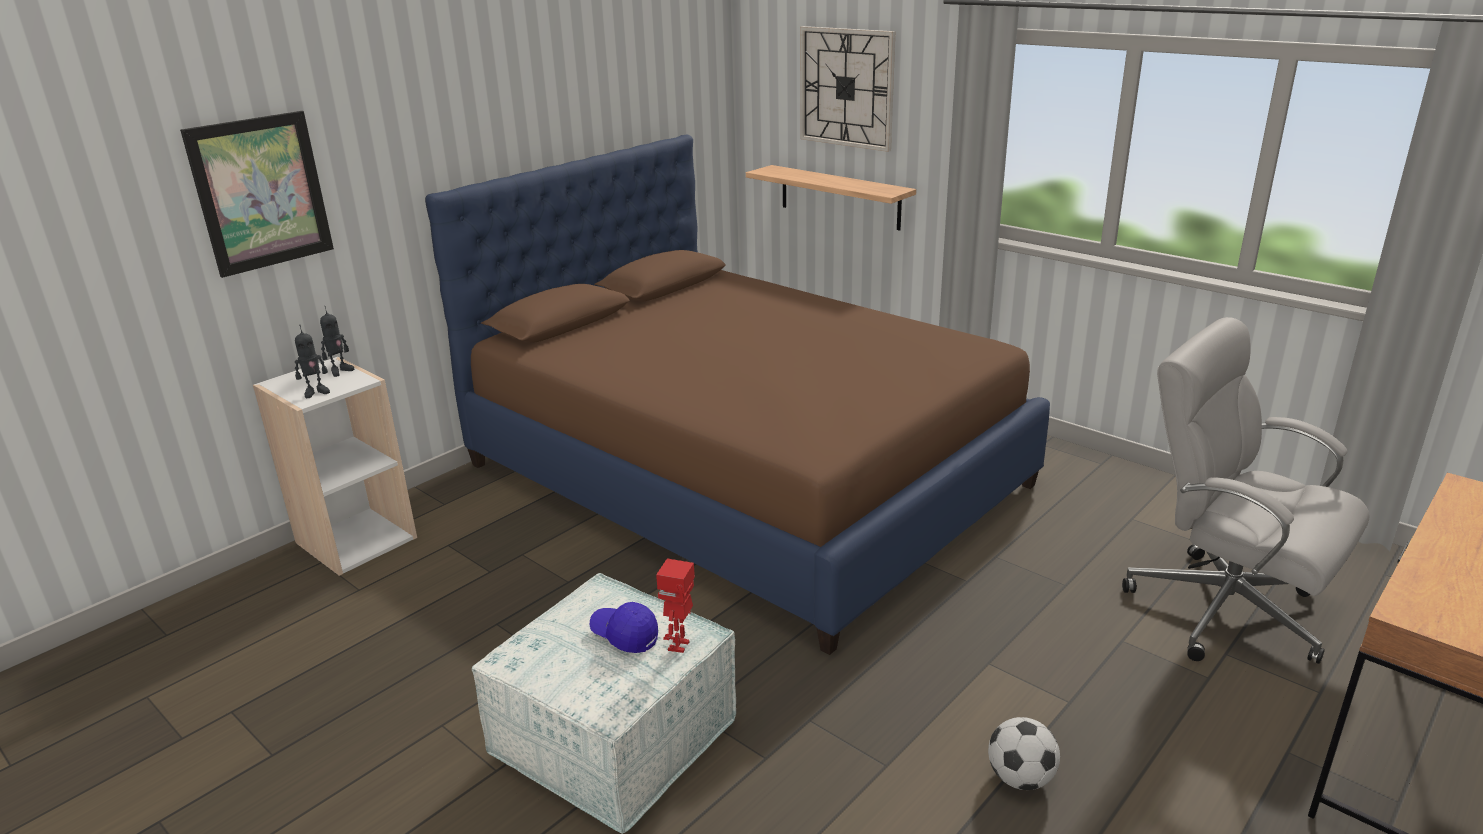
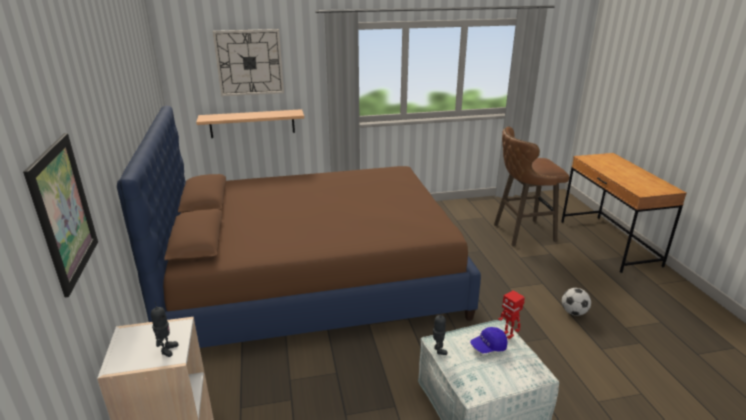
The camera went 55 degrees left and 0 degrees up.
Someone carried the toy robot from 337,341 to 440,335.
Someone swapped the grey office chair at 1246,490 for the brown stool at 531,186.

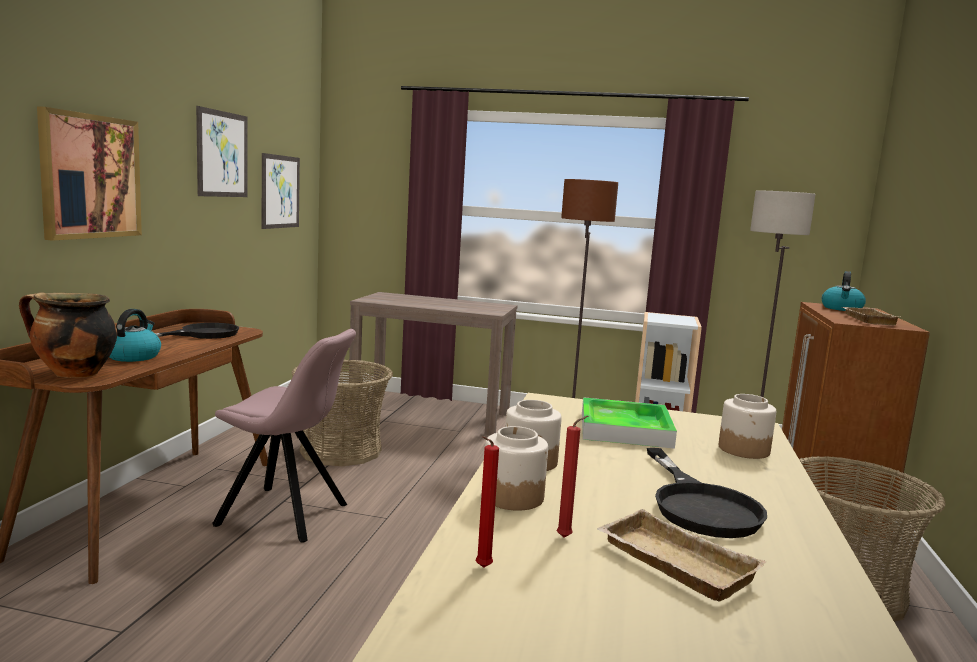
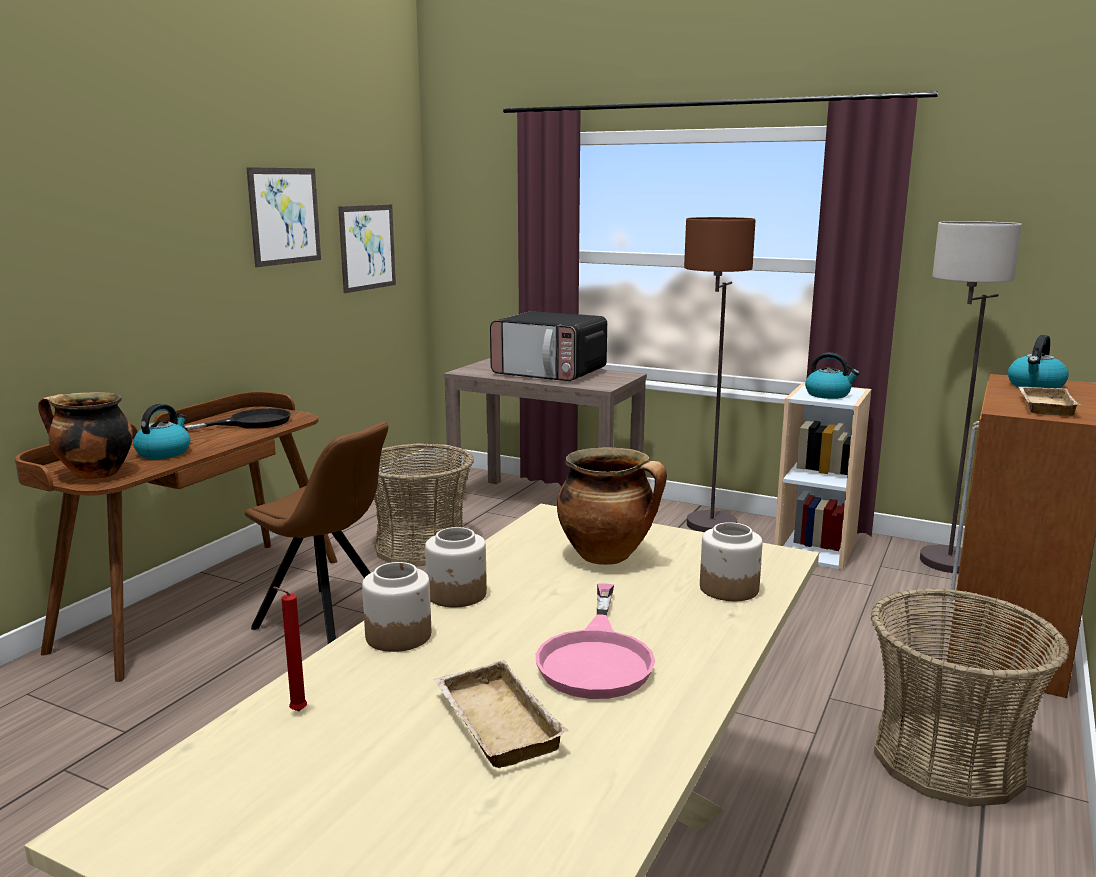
The camera went 15 degrees right and 5 degrees up.
Someone took away the picture at 89,173.
Someone repainted the pink chair at 284,436, which became the brown chair at 316,532.
Someone swapped the tray at 629,423 for the cooking pot at 612,506.
Someone took away the red candle at 572,477.
Someone repainted the black frying pan at 707,493, which became the pink frying pan at 595,641.
Someone put down the microwave at 548,346.
Someone put down the kettle at 832,376.

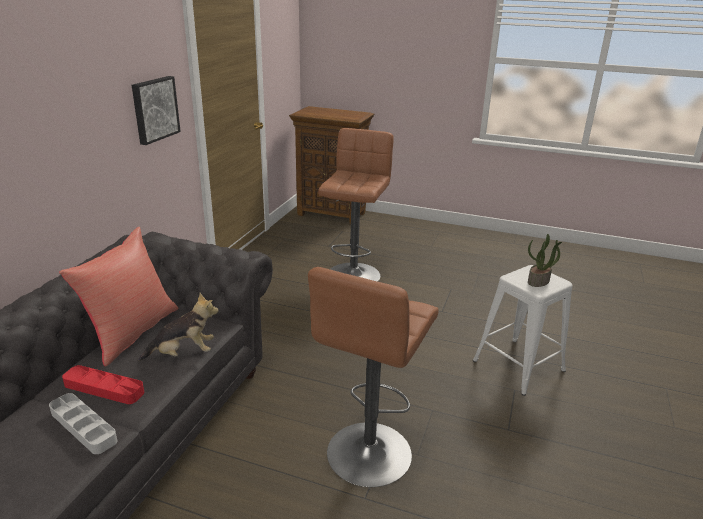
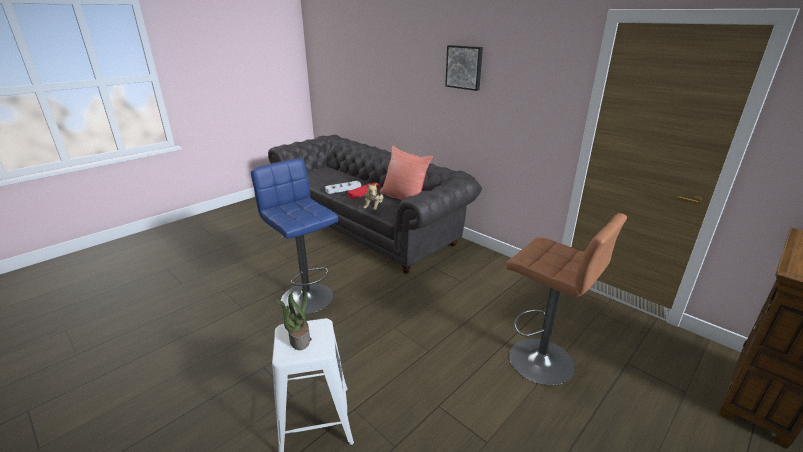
The camera went 115 degrees right and 0 degrees up.
Someone carried the picture from 156,110 to 464,68.
Someone repainted the brown stool at 373,377, which became the blue stool at 294,236.

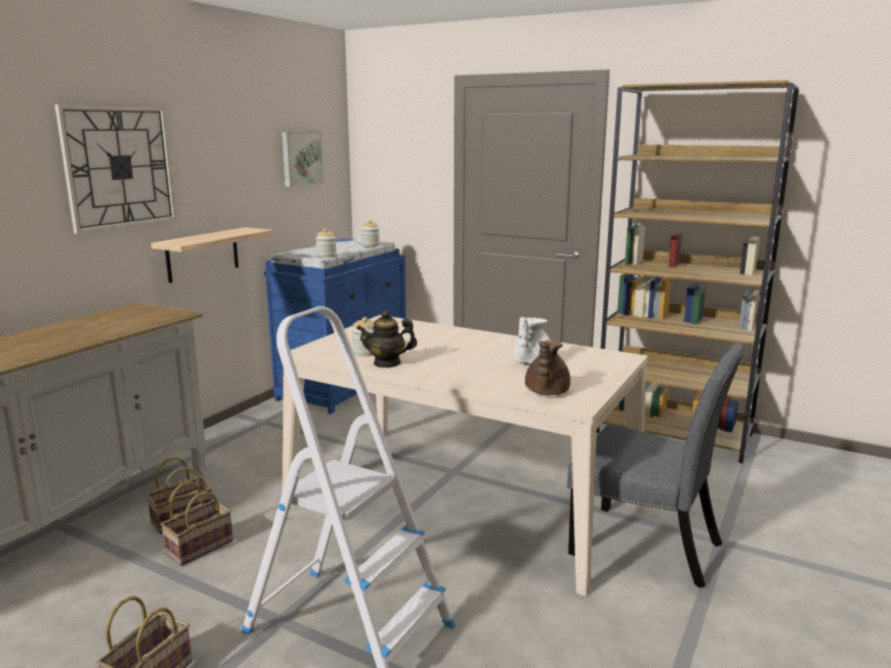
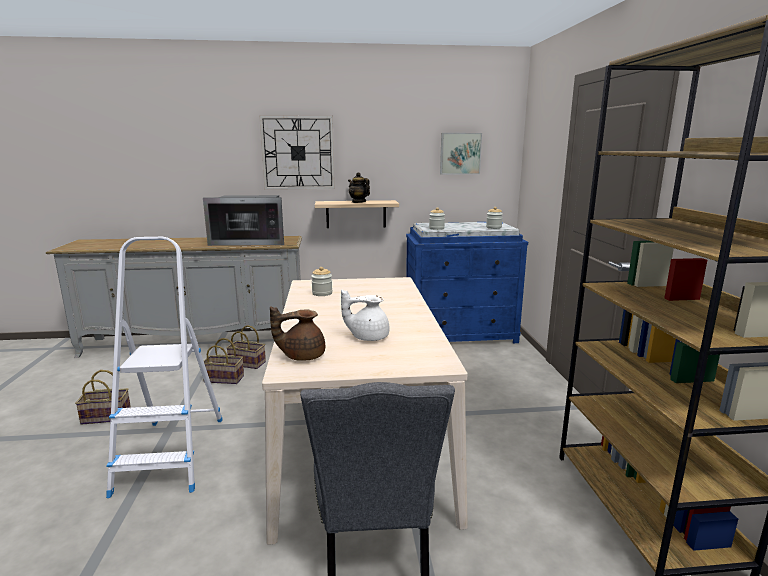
The camera went 55 degrees right and 0 degrees up.
Someone carried the teapot from 386,339 to 359,187.
Someone put down the microwave at 243,220.

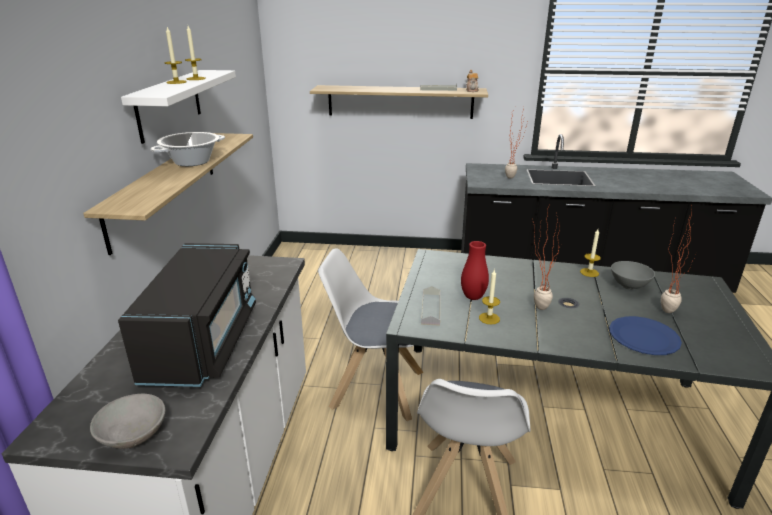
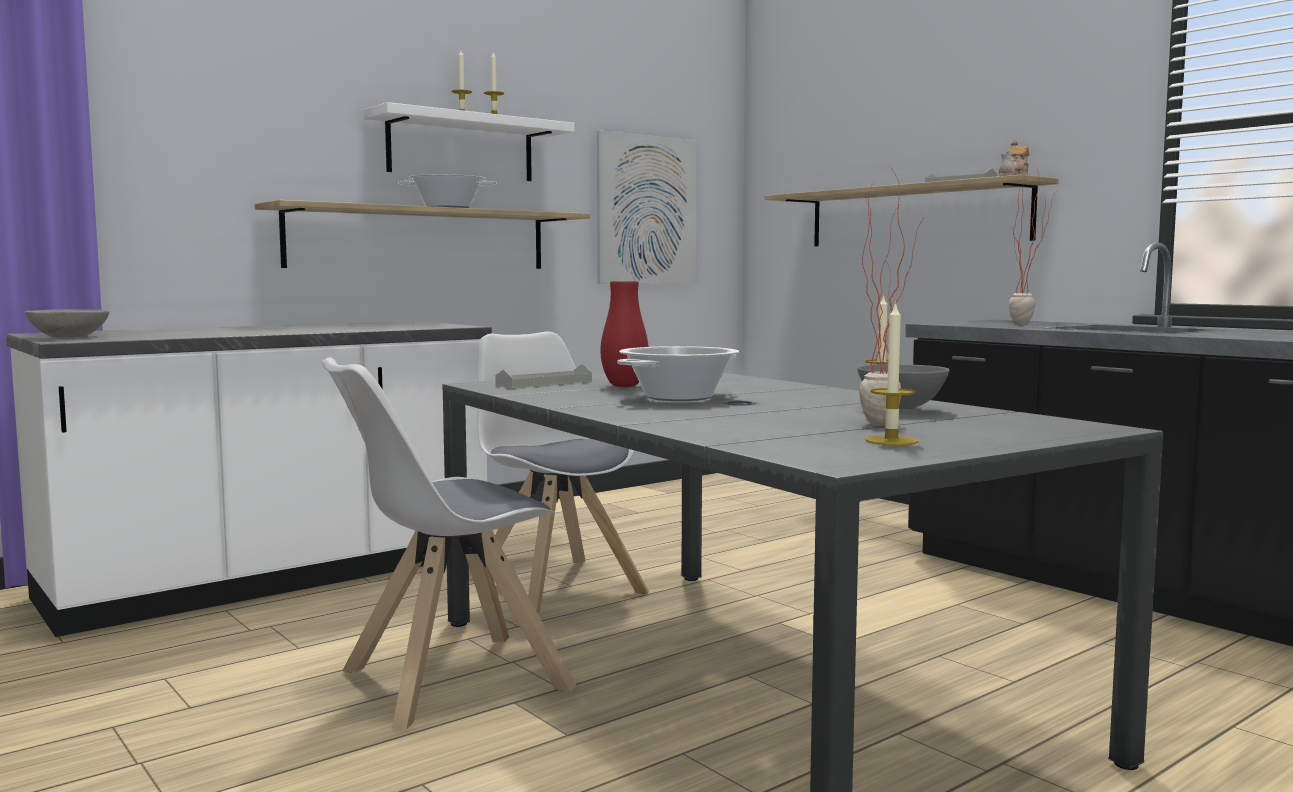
The camera went 45 degrees right and 20 degrees down.
Someone swapped the potted plant at 547,261 for the cooking pot at 678,373.
Someone took away the black microwave at 187,315.
Someone carried the candle from 489,297 to 891,373.
Someone took away the blue plate at 645,335.
Someone put up the picture at 647,207.

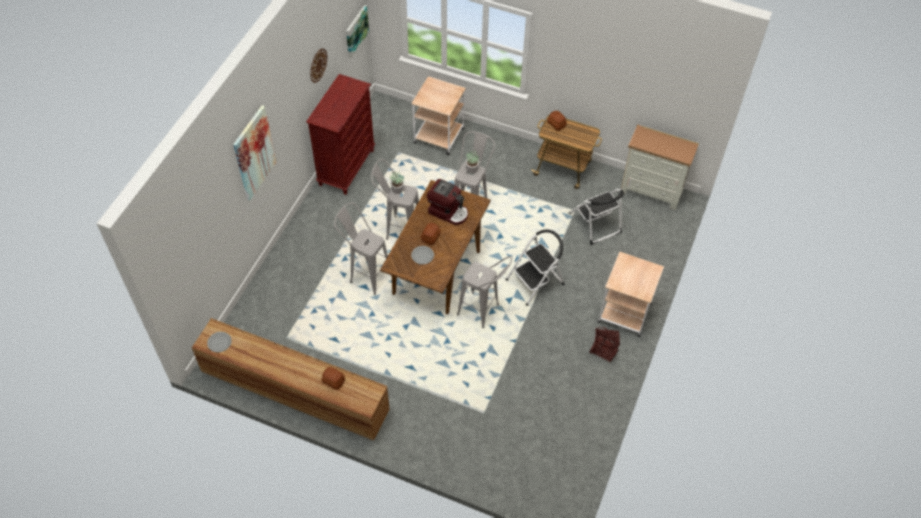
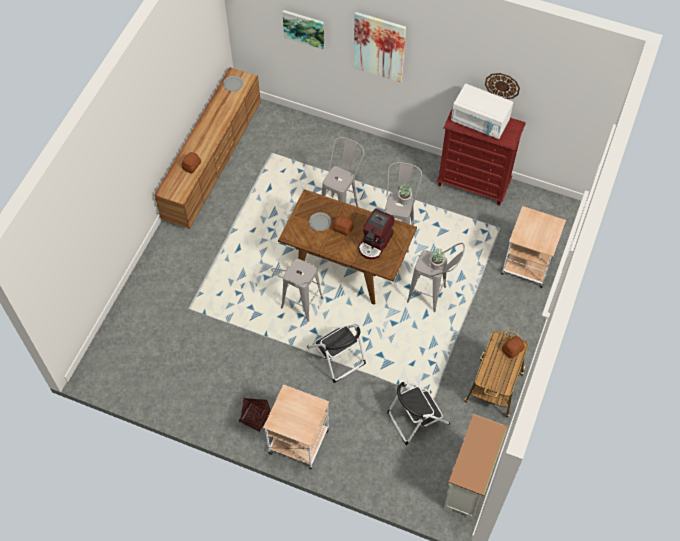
The camera went 90 degrees right and 5 degrees up.
Someone carried the picture from 357,31 to 303,30.
Someone put down the white microwave at 482,111.

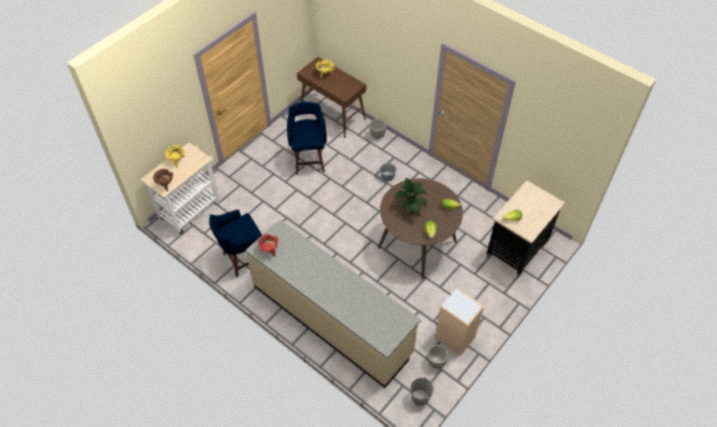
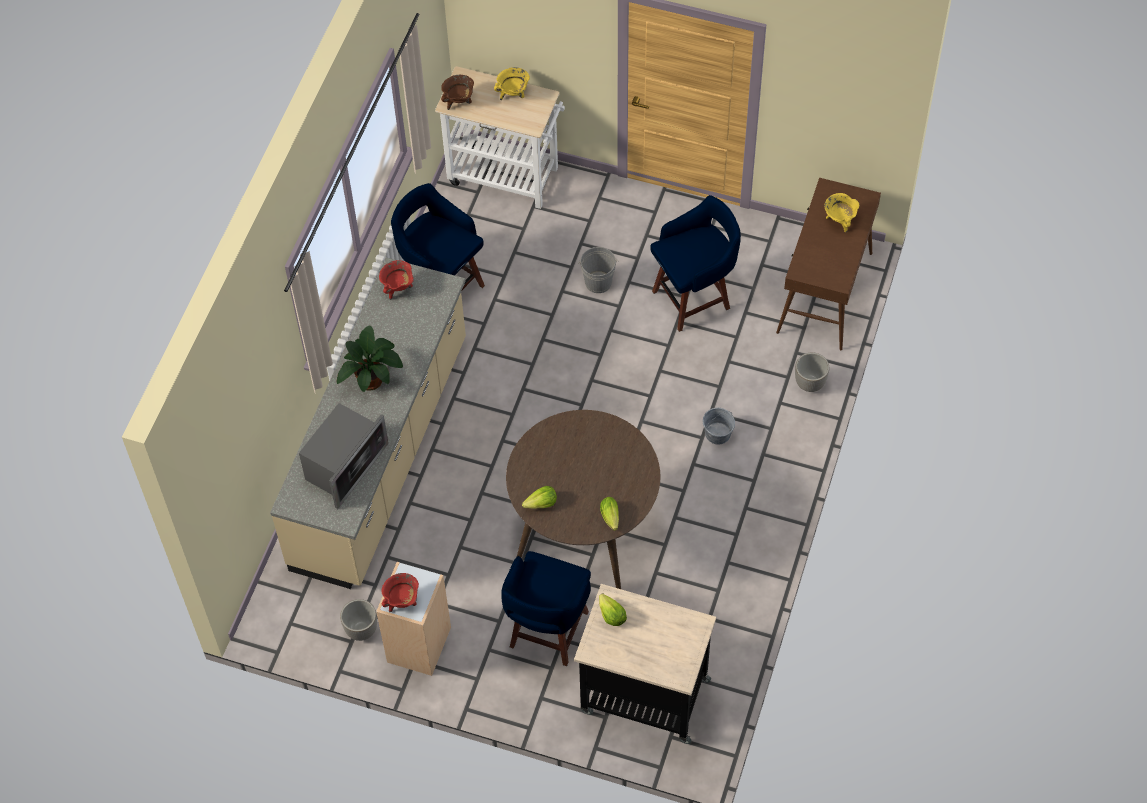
The camera went 70 degrees right and 5 degrees up.
Someone carried the potted plant from 410,196 to 369,359.
Someone carried the grey bucket from 422,391 to 598,270.
Someone put down the microwave at 344,456.
Someone put down the blue stool at 546,608.
Someone put down the red cooking pot at 400,592.

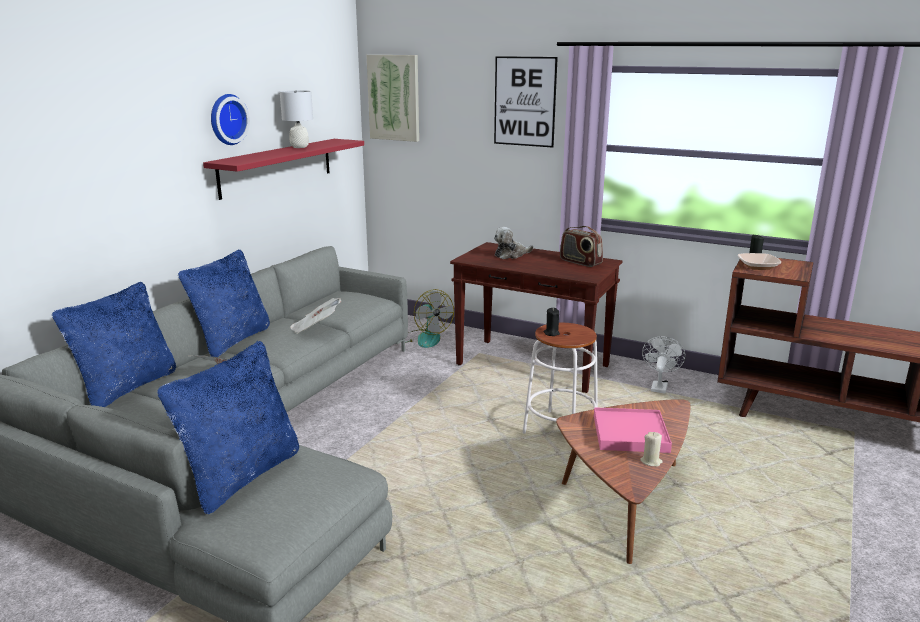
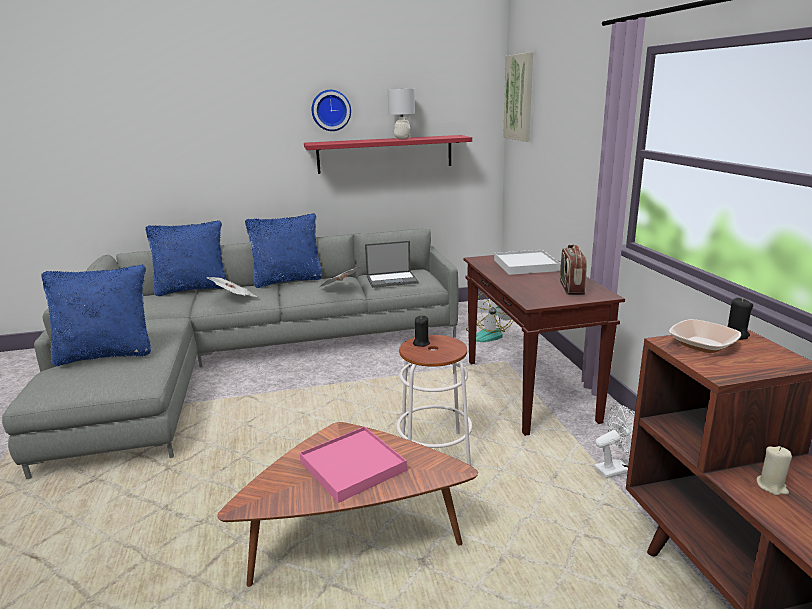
The camera went 50 degrees right and 0 degrees up.
Someone took away the picture at 526,101.
Someone swapped the plush toy at 513,243 for the white tray at 527,262.
Someone carried the beige candle from 651,449 to 774,470.
Someone put down the laptop at 391,264.

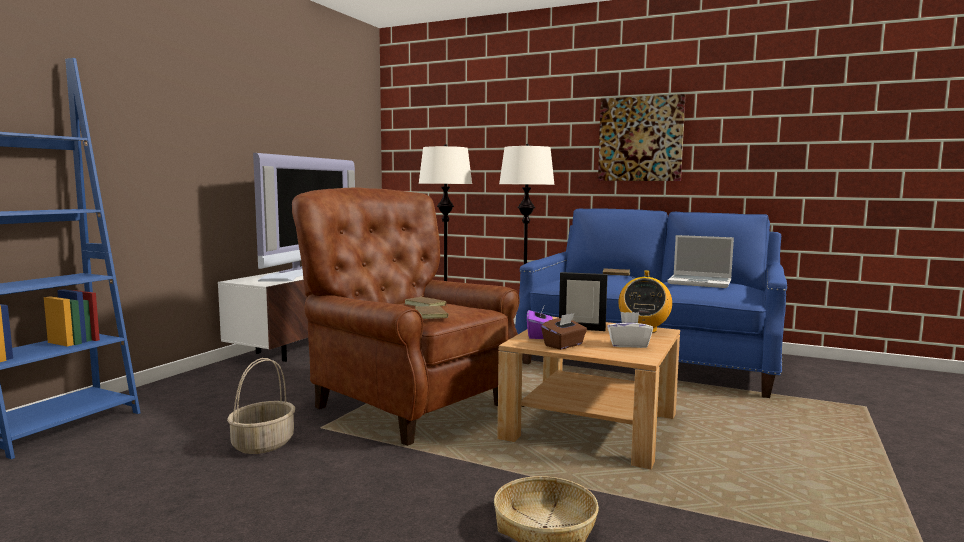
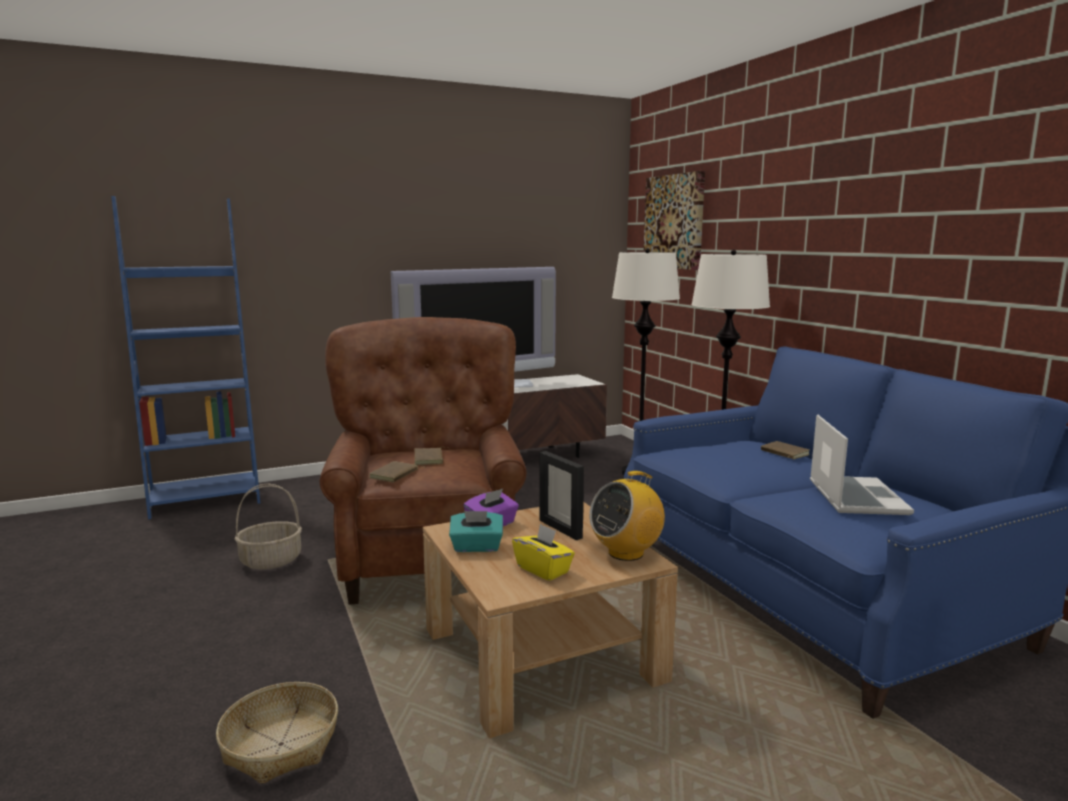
The camera went 40 degrees right and 5 degrees up.
Someone carried the picture from 642,137 to 674,220.
Someone rotated the laptop at 700,261 by 150 degrees counterclockwise.
Someone repainted the white tissue box at 630,330, which became the yellow tissue box at 543,552.
Someone repainted the brown tissue box at 564,331, which became the turquoise tissue box at 476,531.

